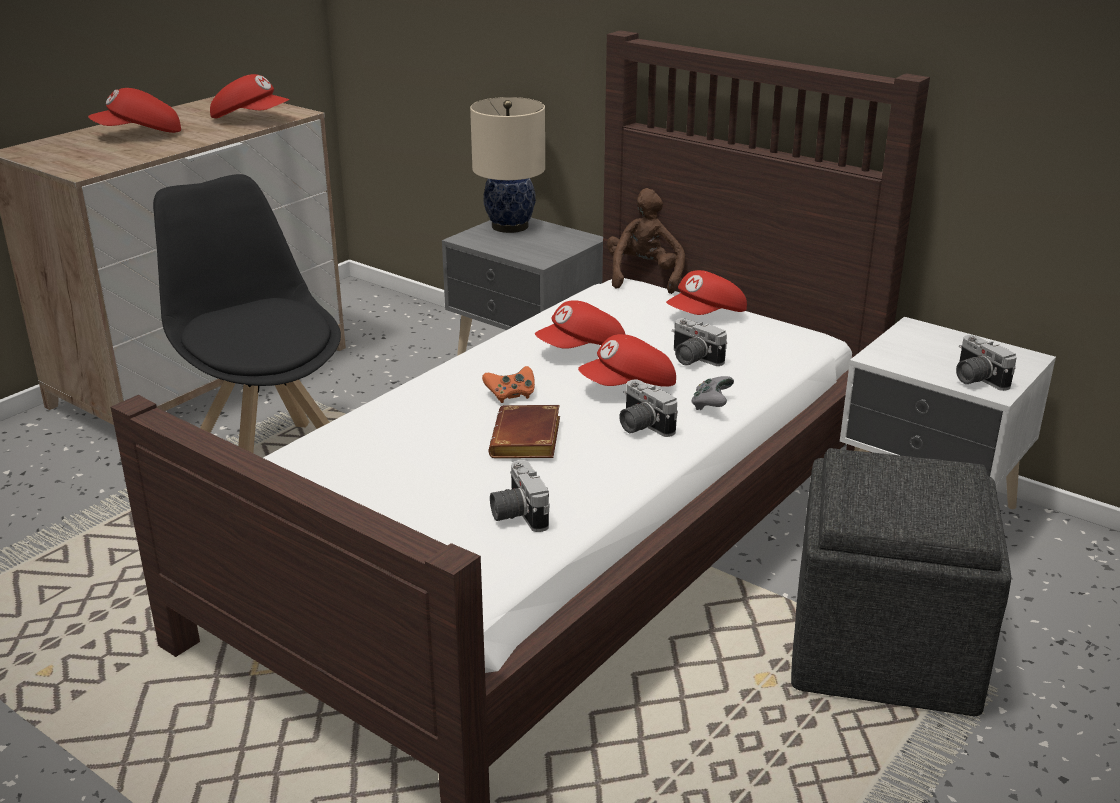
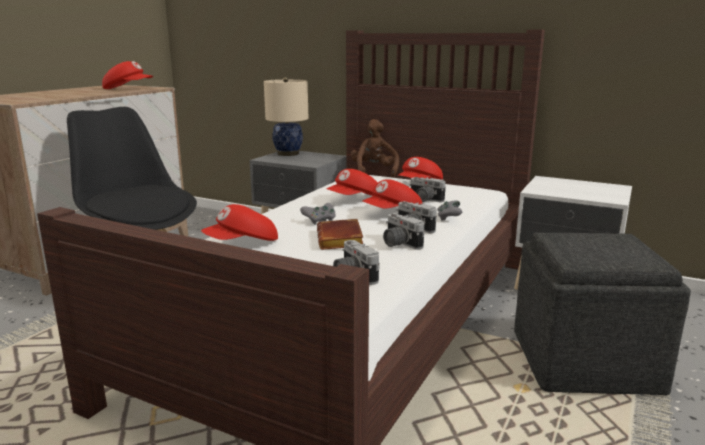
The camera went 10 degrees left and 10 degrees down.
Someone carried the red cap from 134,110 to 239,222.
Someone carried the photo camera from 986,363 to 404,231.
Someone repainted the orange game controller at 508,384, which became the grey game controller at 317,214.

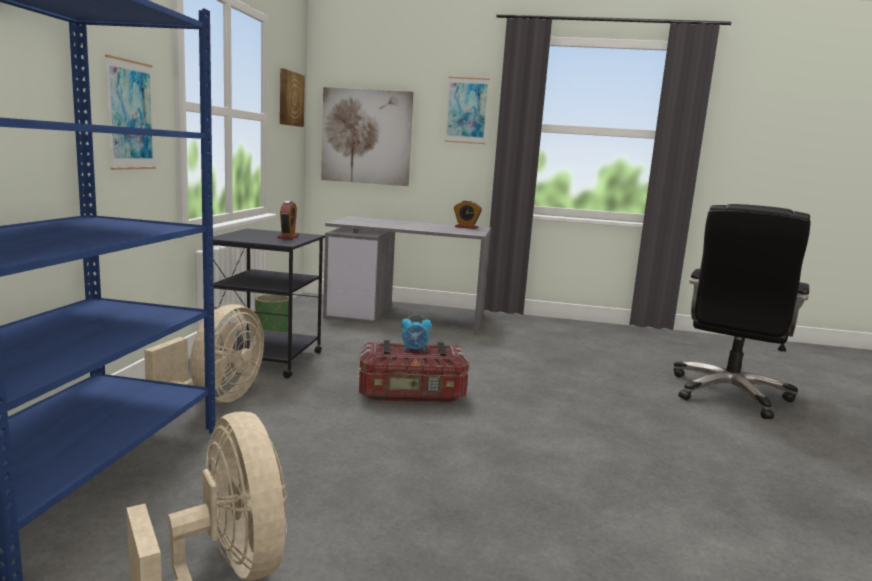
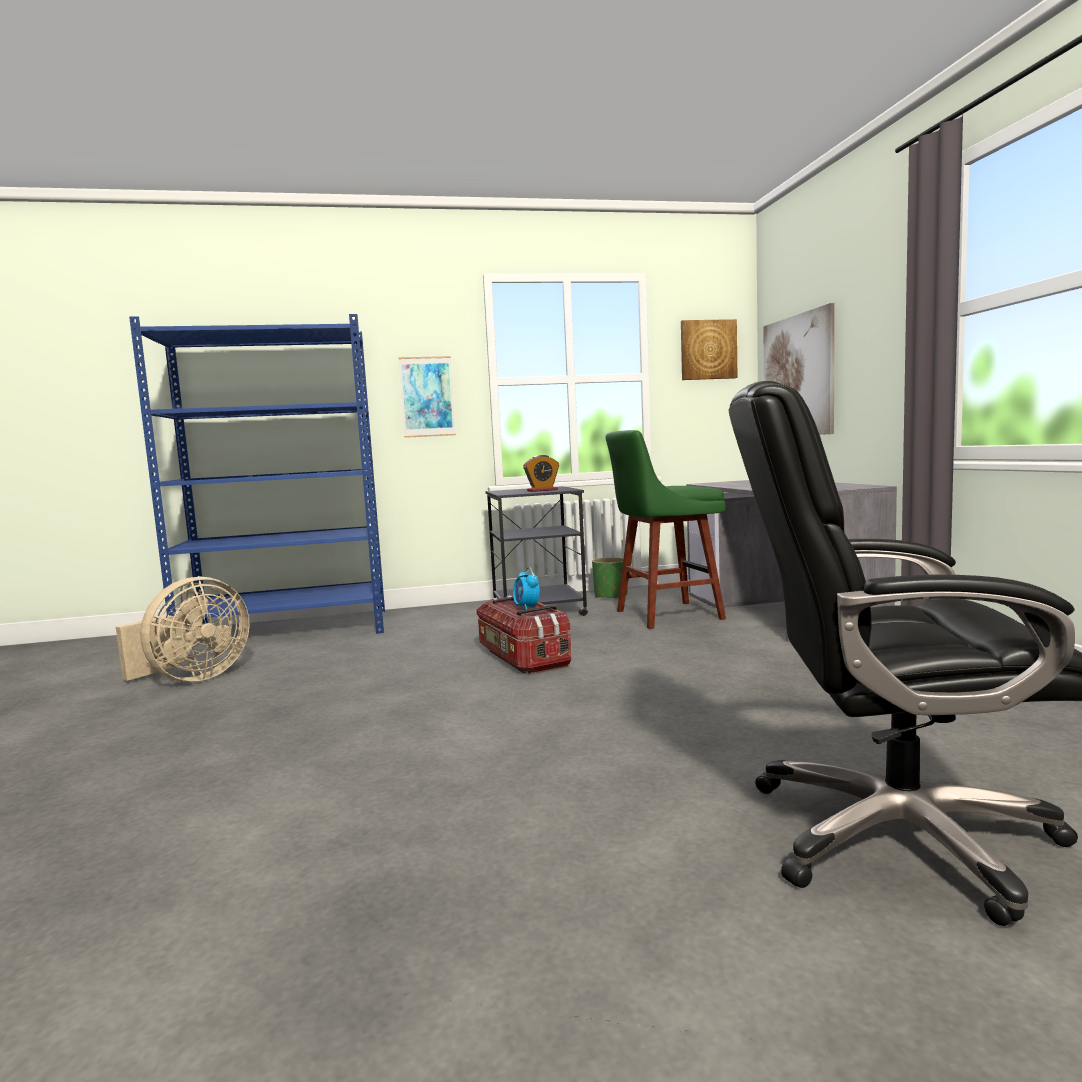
The camera went 70 degrees right and 5 degrees down.
Someone took away the picture at 467,110.
Someone took away the alarm clock at 468,214.
Someone took away the beige fan at 204,353.
Someone put down the green stool at 666,529.

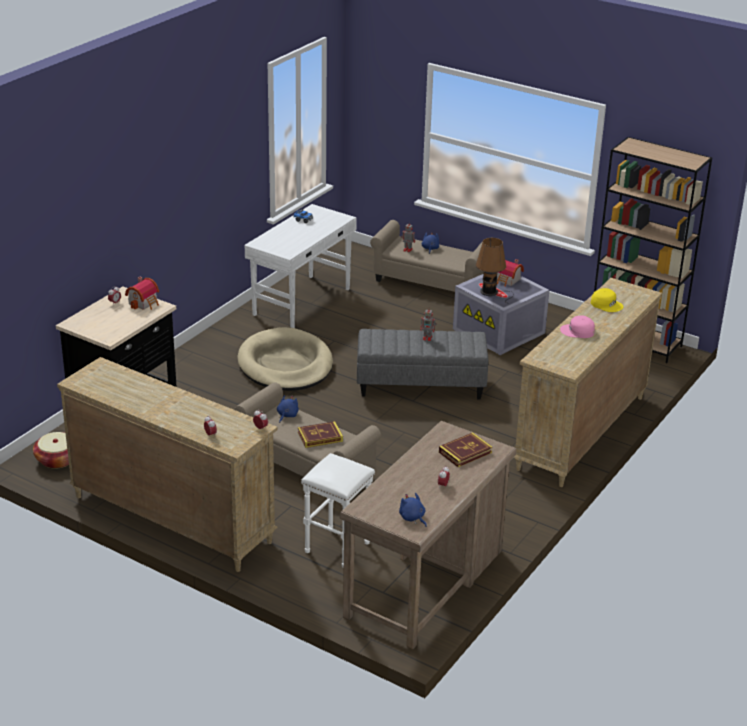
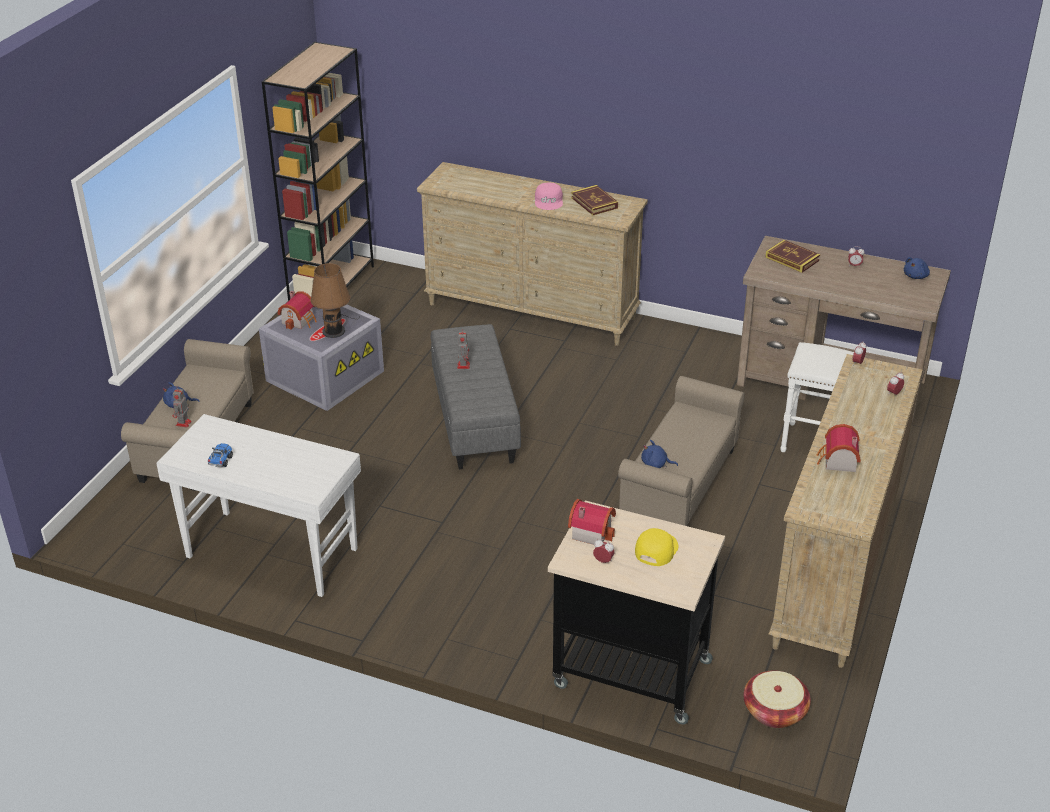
The camera went 100 degrees left and 5 degrees up.
Someone carried the yellow cap from 607,300 to 656,547.
Someone took away the beige dog bed at 285,359.
Someone carried the book from 320,434 to 594,200.
Someone put down the toy house at 839,448.

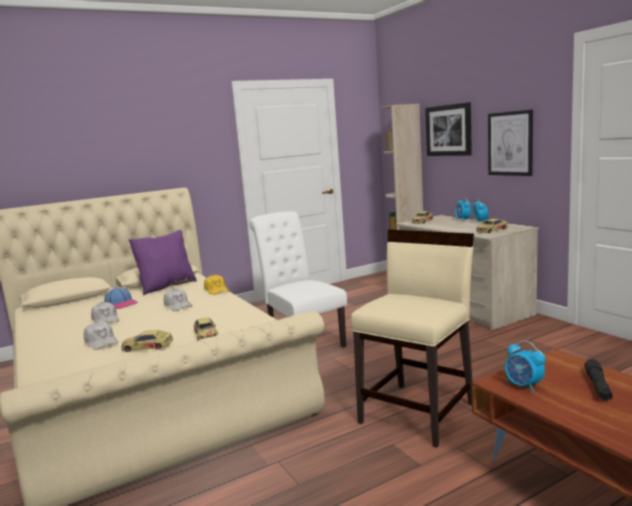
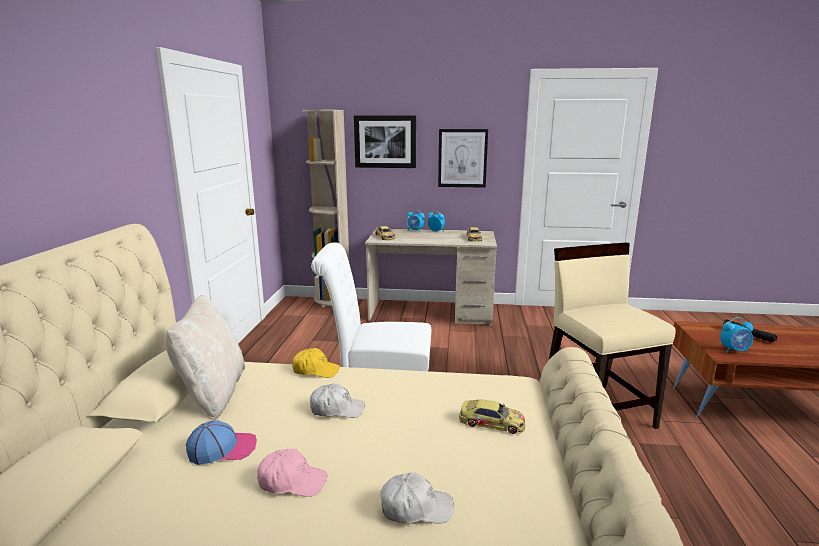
The camera went 55 degrees left and 5 degrees up.
Someone repainted the purple pillow at 163,262, which became the beige pillow at 204,358.
Someone repainted the white cap at 105,312, which became the pink cap at 292,472.
Someone took away the toy car at 147,341.

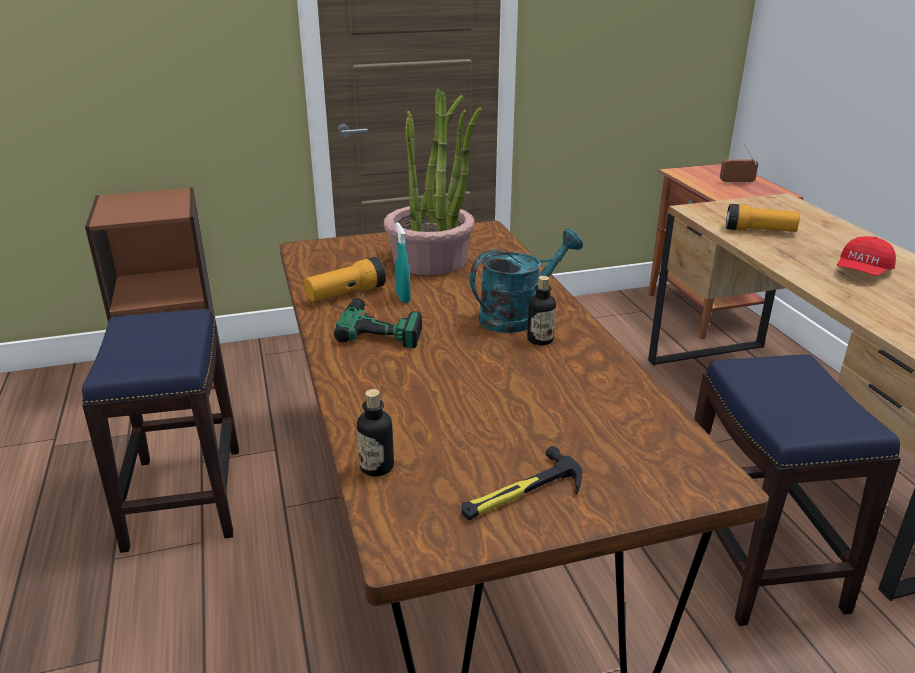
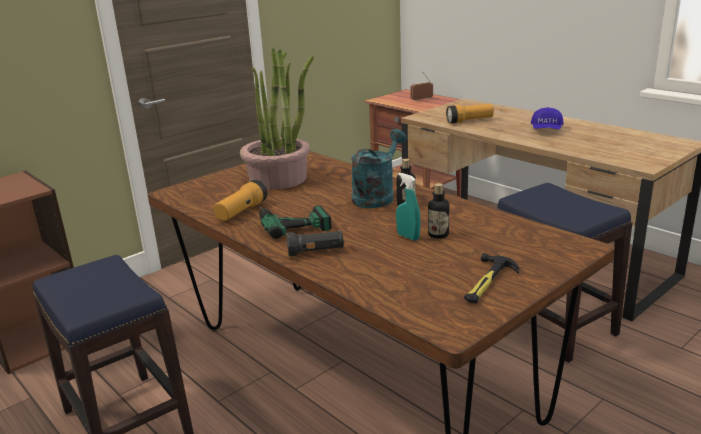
The camera went 25 degrees left and 5 degrees down.
Someone carried the turquoise spray bottle from 402,262 to 408,207.
Someone repainted the red cap at 866,256, which became the blue cap at 547,118.
Someone carried the bottle from 375,433 to 438,211.
Someone put down the black flashlight at 315,243.

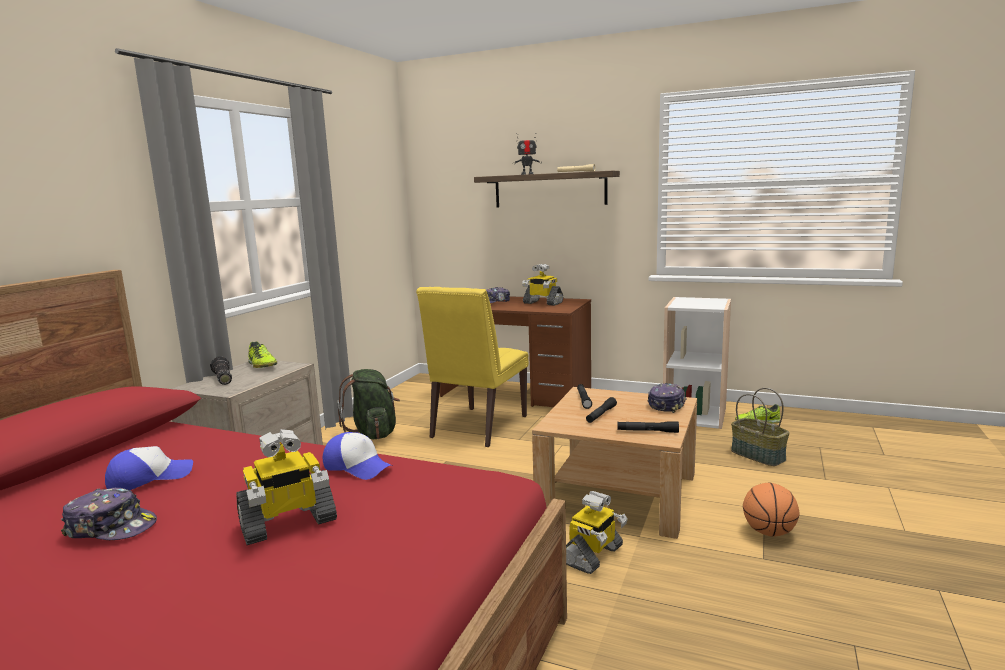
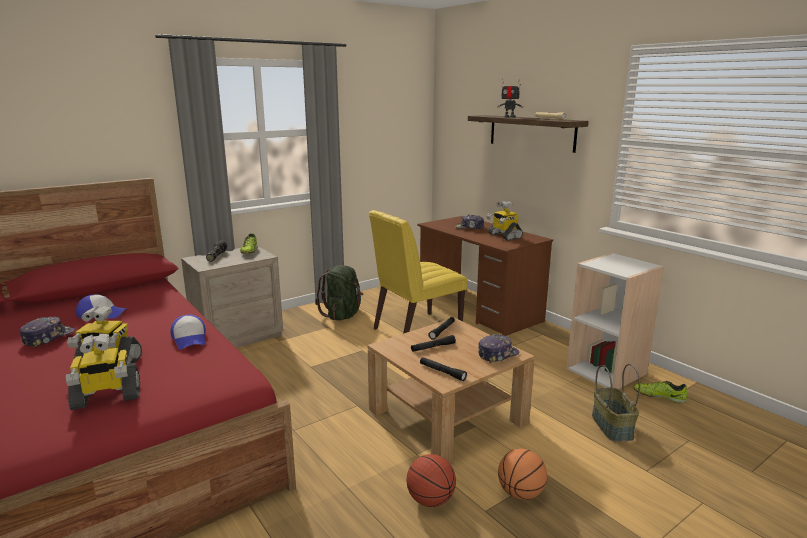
The camera went 30 degrees right and 5 degrees up.
Someone rotated the cap at 109,514 by 105 degrees counterclockwise.
Someone carried the toy robot from 597,532 to 103,371.
Someone put down the basketball at 431,480.

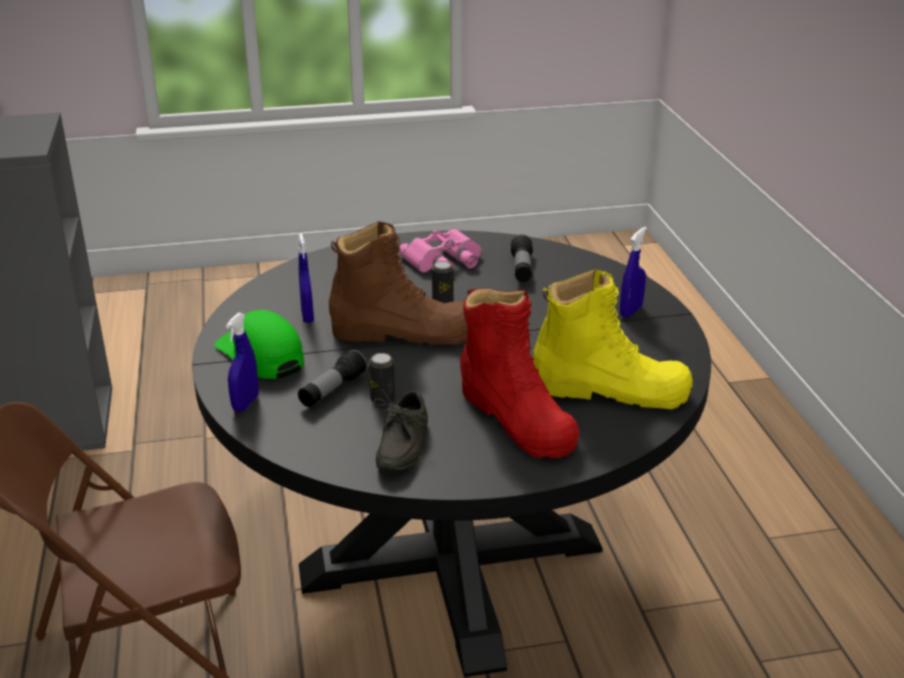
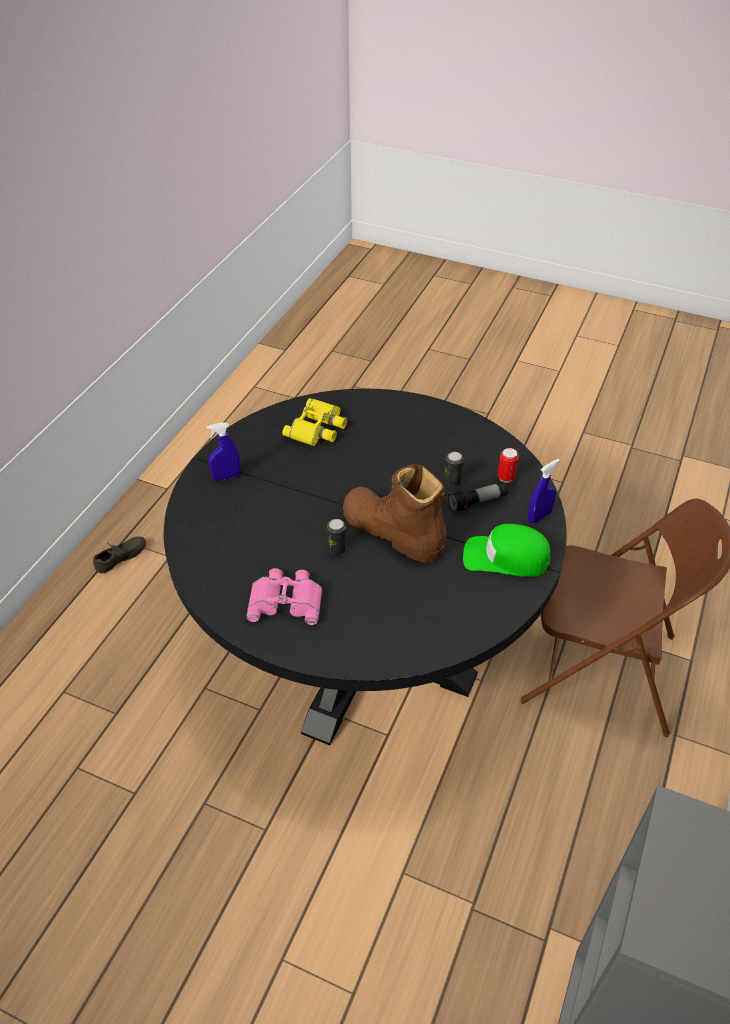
The camera went 145 degrees left and 15 degrees up.
Someone took away the blue spray bottle at 306,278.
Someone took away the flashlight at 522,258.
Someone swapped the yellow boot at 613,339 for the yellow binoculars at 314,422.
Someone took away the red boot at 520,373.
Someone rotated the green cap at 259,344 by 105 degrees clockwise.
Someone carried the grey shoe from 400,430 to 119,555.
Someone put down the can at 508,465.

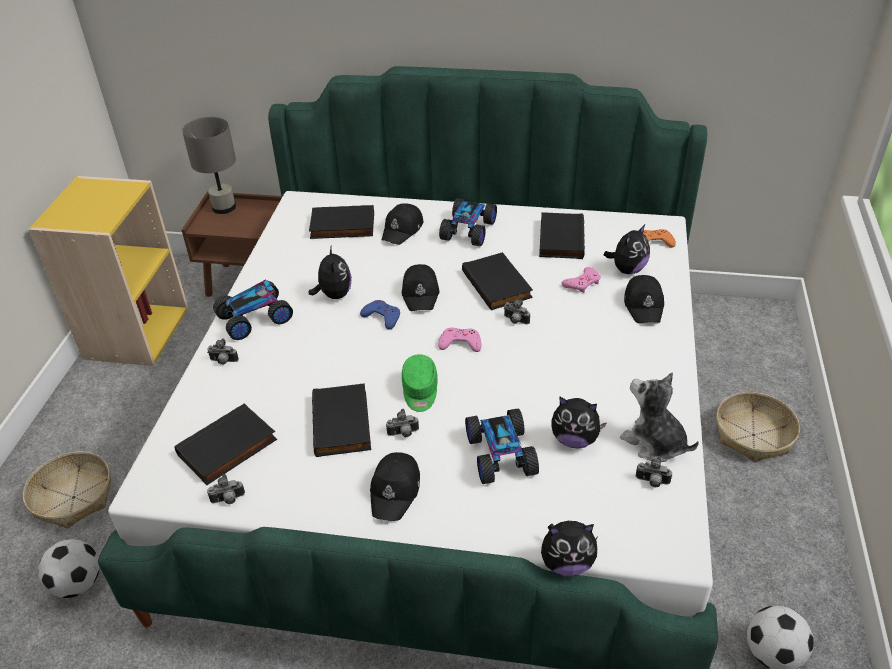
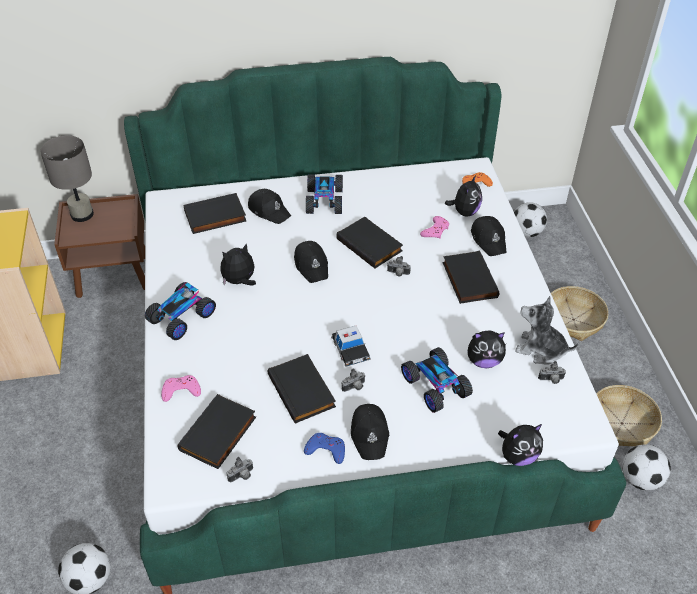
The camera went 20 degrees left and 5 degrees up.
Someone rotated the black cap at 402,224 by 60 degrees counterclockwise.
Someone carried the black book from 562,235 to 471,277.
Someone rotated the plush toy at 330,272 by 90 degrees counterclockwise.
Someone carried the blue game controller from 380,315 to 324,448.
Someone carried the pink game controller from 459,340 to 181,388.
Someone took away the photo camera at 223,351.
Someone swapped the green cap at 420,383 for the toy car at 351,346.
Someone carried the basket from 67,489 to 629,415.
Someone put down the football at 530,219.

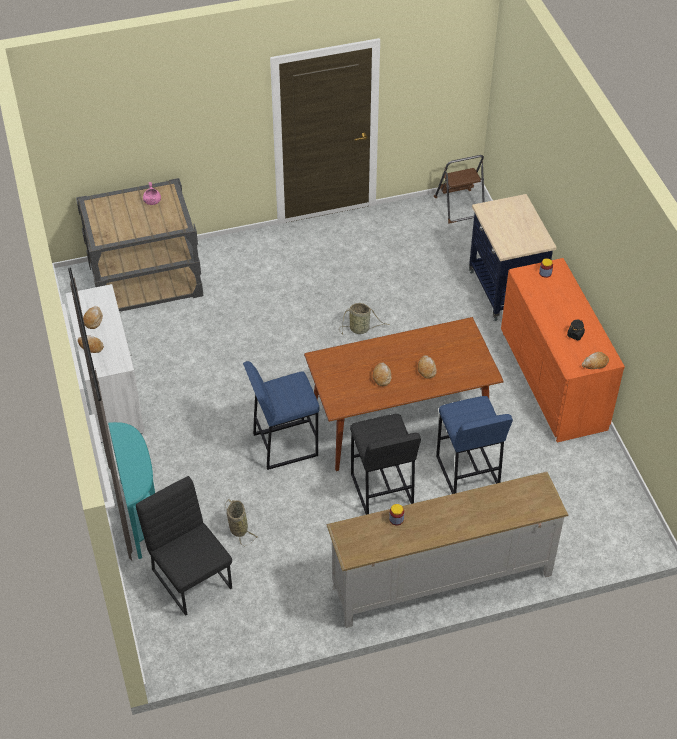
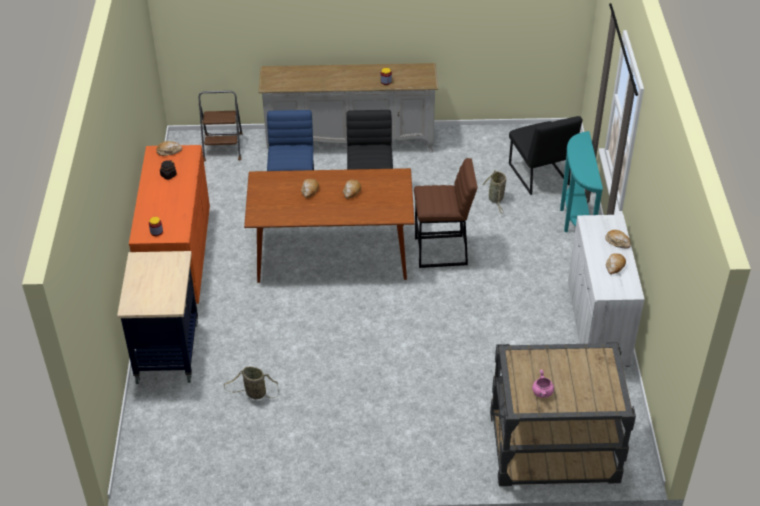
The camera went 165 degrees left and 5 degrees down.
Someone carried the brown step ladder from 459,189 to 220,126.
Someone carried the basket from 364,319 to 251,383.
Someone repainted the blue stool at 281,415, which became the brown stool at 445,213.

